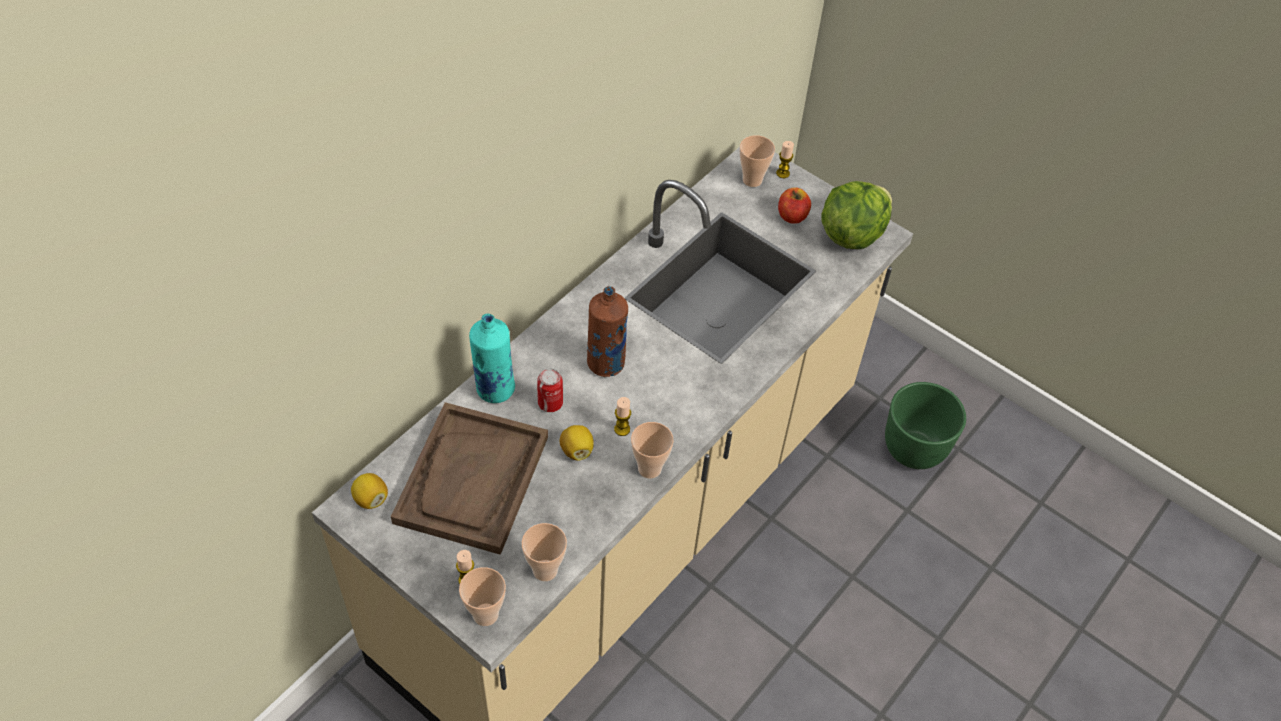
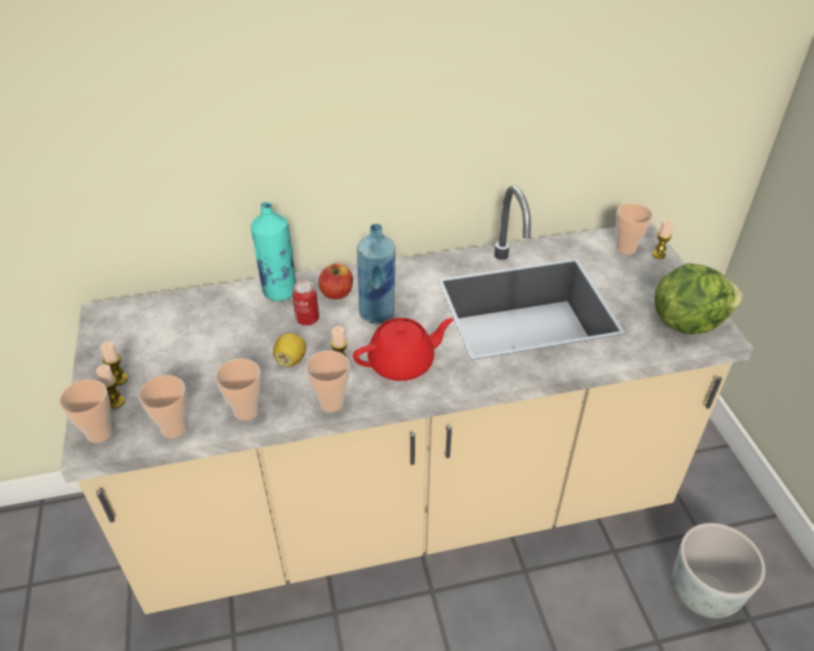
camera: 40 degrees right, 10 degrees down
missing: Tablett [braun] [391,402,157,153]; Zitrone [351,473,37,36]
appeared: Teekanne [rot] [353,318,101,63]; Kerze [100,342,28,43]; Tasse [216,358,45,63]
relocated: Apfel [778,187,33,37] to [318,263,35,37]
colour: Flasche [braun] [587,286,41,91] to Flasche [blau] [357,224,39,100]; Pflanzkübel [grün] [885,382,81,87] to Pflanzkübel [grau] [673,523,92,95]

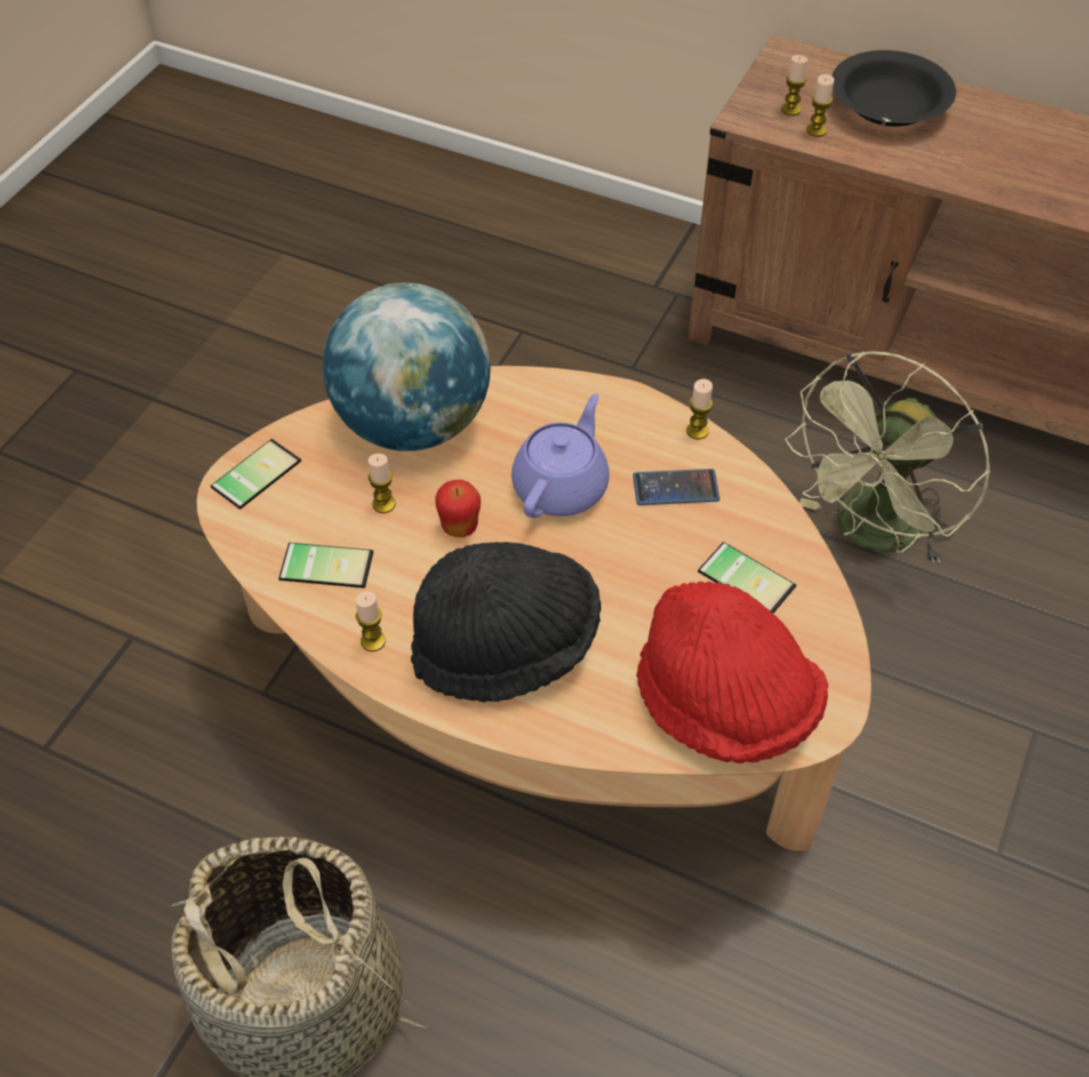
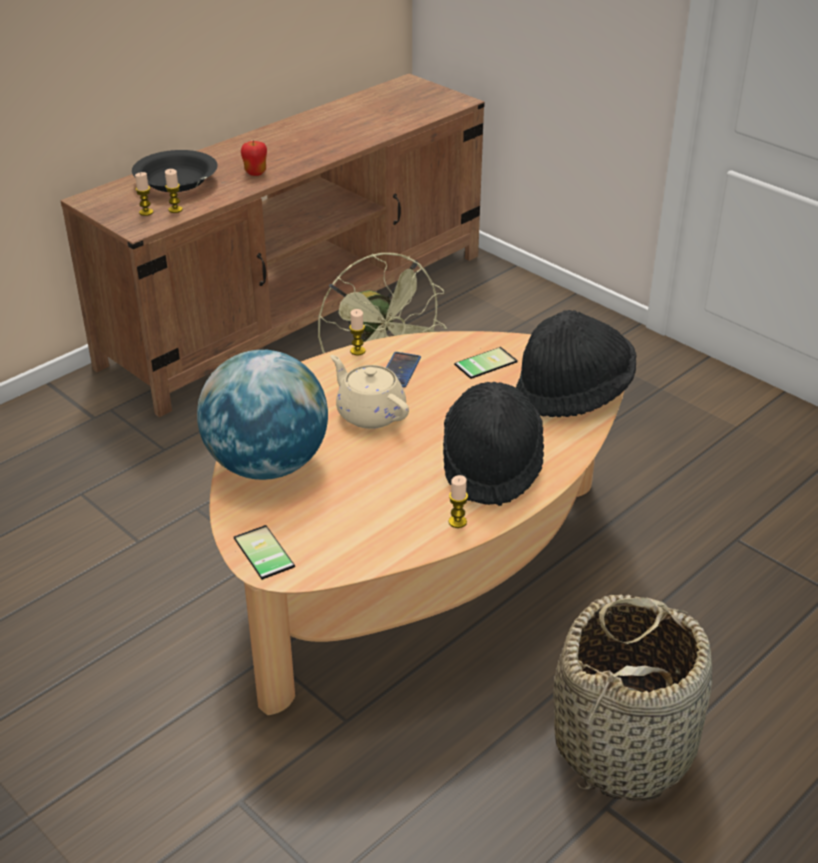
camera: 70 degrees left, 15 degrees down
missing: Kerze [368,453,28,60]; Handy [279,538,95,50]
relocated: Apfel [435,479,46,58] to [241,140,26,36]
colour: Teekanne [lila] [511,394,98,124] to Teekanne [beige] [330,355,79,74]; Hut [rot] [636,581,192,182] to Hut [schwarz] [516,310,120,107]

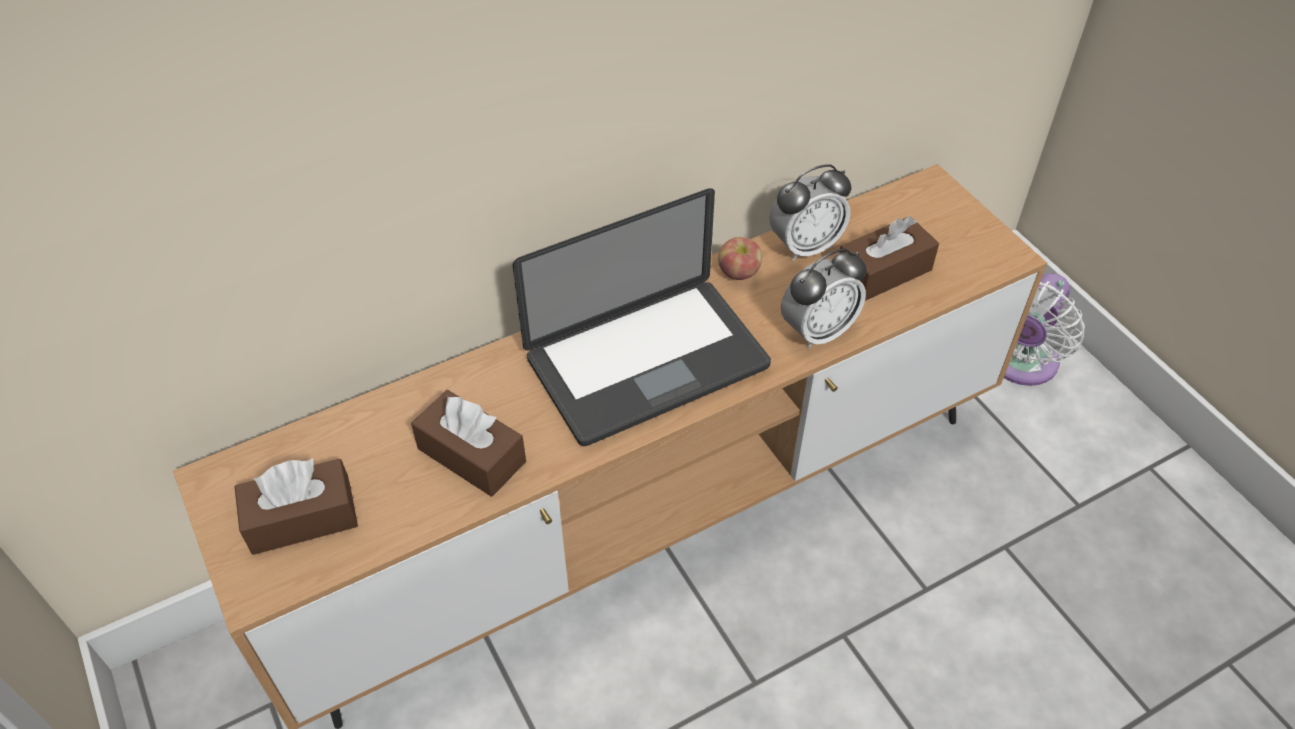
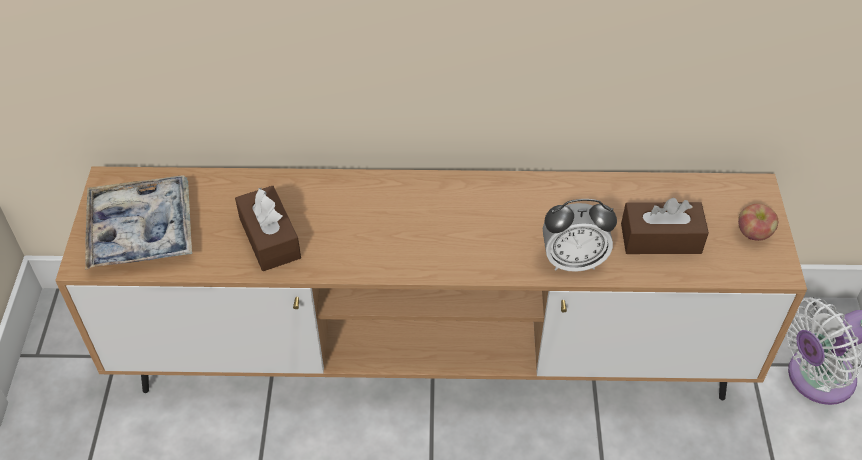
camera: 30 degrees right, 0 degrees up
missing: Wecker [770,164,82,97]; Laptop [513,188,258,258]
relocated: Apfel [718,237,44,43] to [738,203,40,38]
exchanged: Taschentuchbox [braun] [234,458,124,97] to Tablett [85,175,107,95]

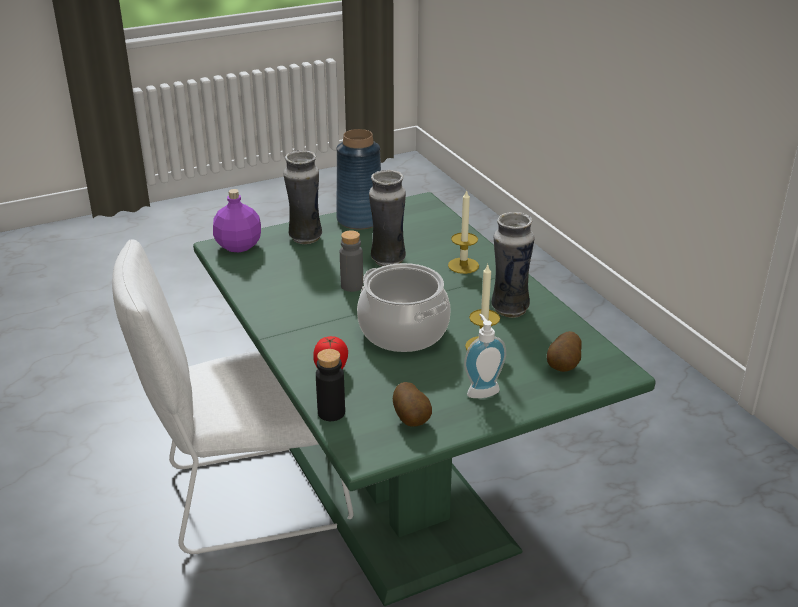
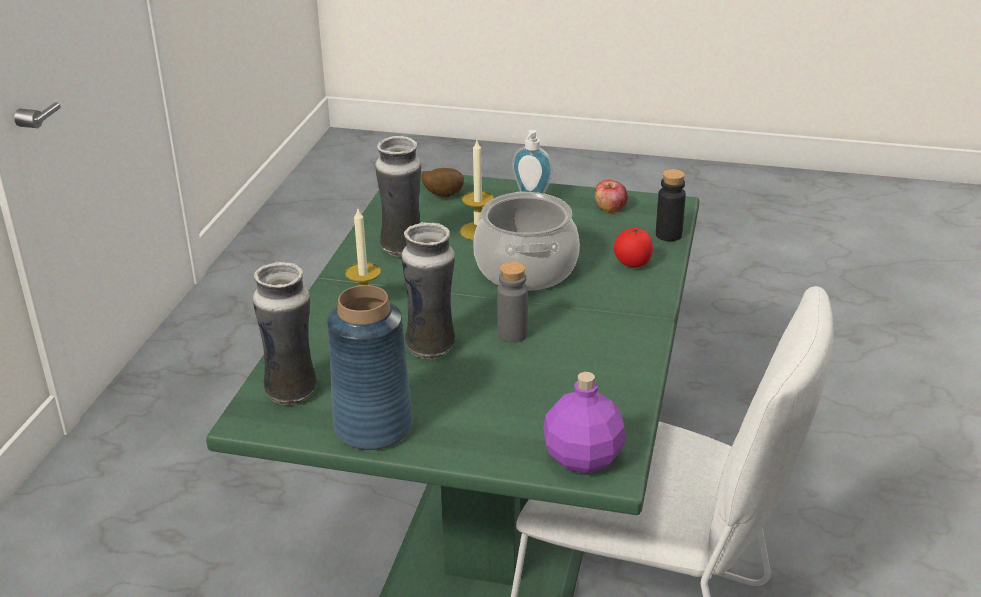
camera: 140 degrees left, 0 degrees up
relocated: Vase [284,150,38,94] to [253,262,64,143]
exchanged: Kartoffel [393,382,39,45] to Apfel [595,180,33,33]

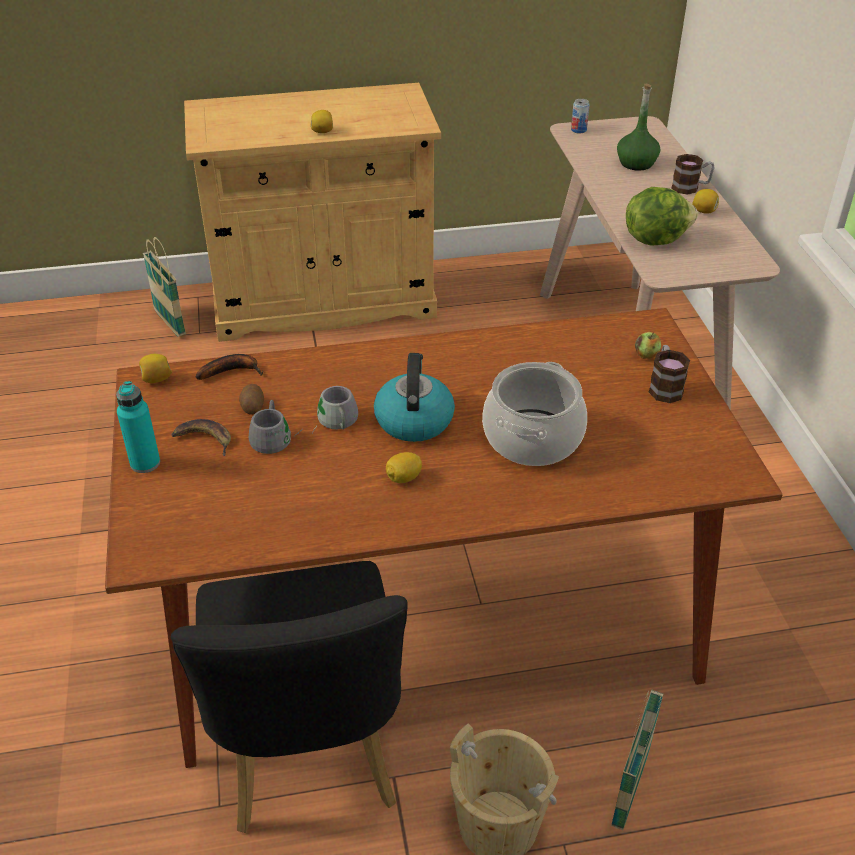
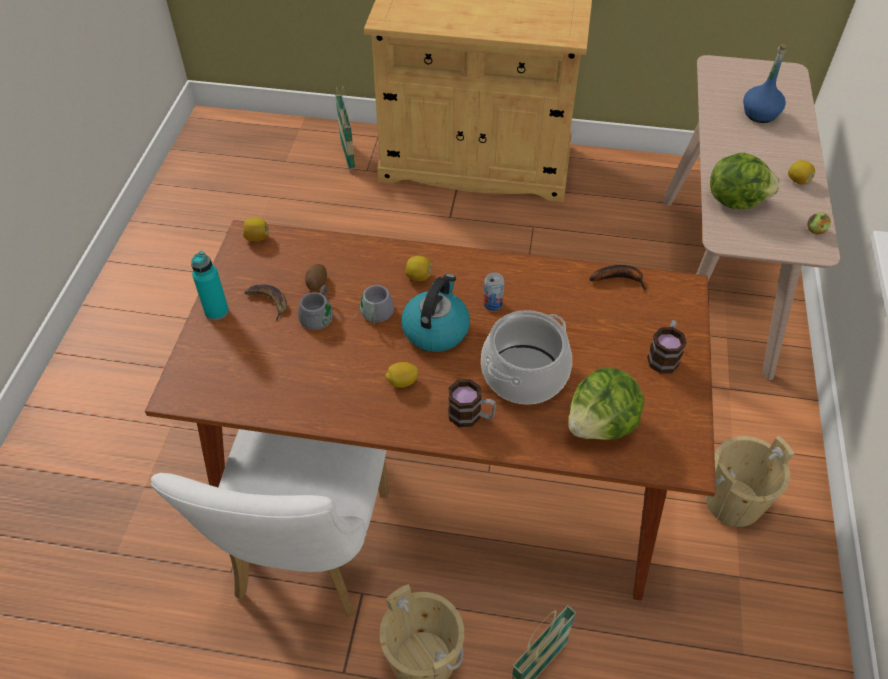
camera: 20 degrees right, 10 degrees up
appeared: Salatkopf [568,368,76,72]; Eimer [beige] [705,436,89,91]
relocated: Dose [571,99,19,35] to [483,272,21,39]; Zitrone [310,110,23,23] to [405,256,27,25]; Henkelbecher [671,154,43,41] to [448,379,48,48]; Apfel [635,332,26,27] to [807,212,24,22]; Banane [196,354,67,26] to [589,265,58,25]
colour: Flasche [grün] [617,84,43,86] to Flasche [blau] [743,44,44,79]; Stuhl [schwarz] [171,561,237,272] to Stuhl [weiß] [151,429,238,188]

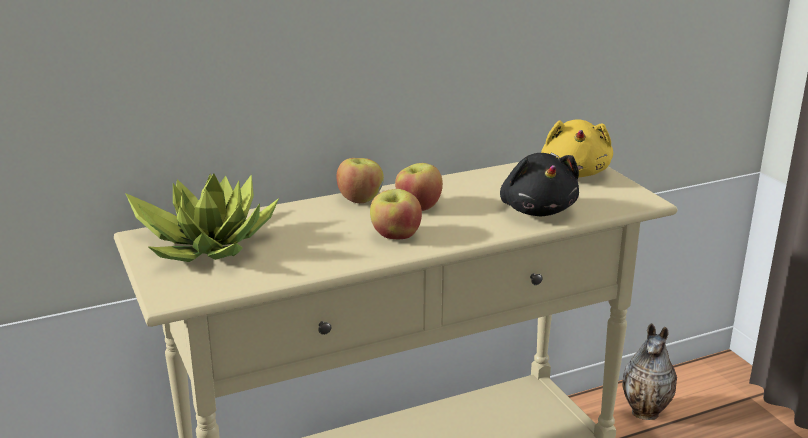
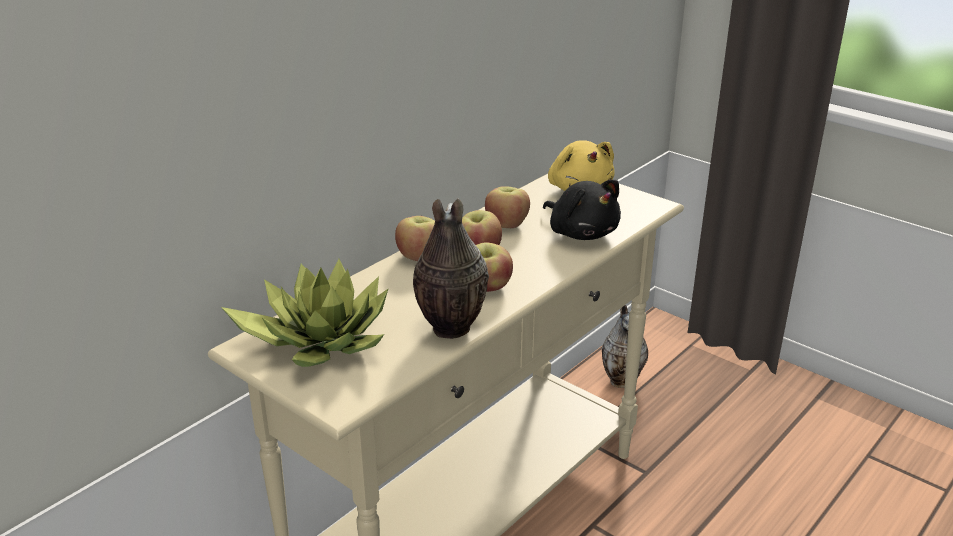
camera: 25 degrees left, 5 degrees up
appeared: Apfel [485,186,45,42]; Vase [413,198,76,141]

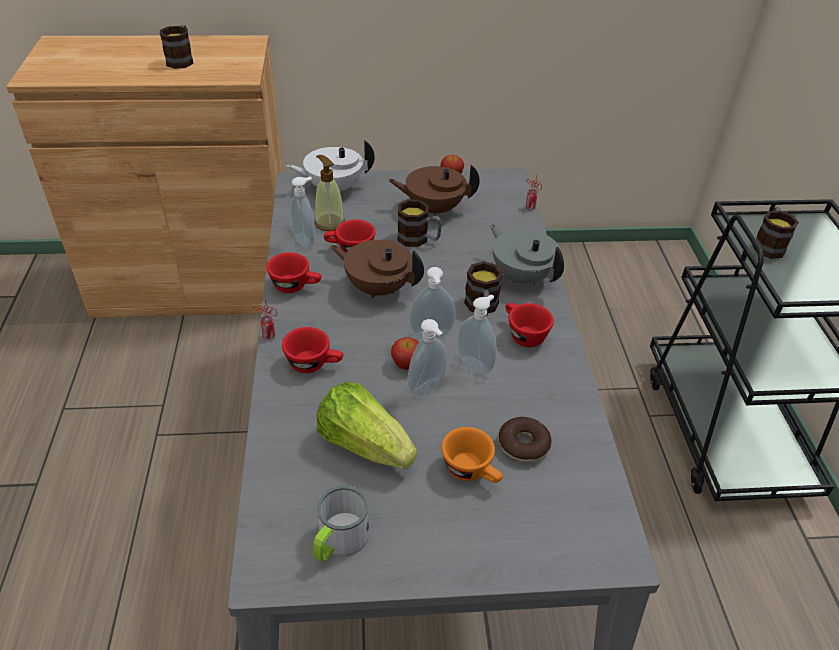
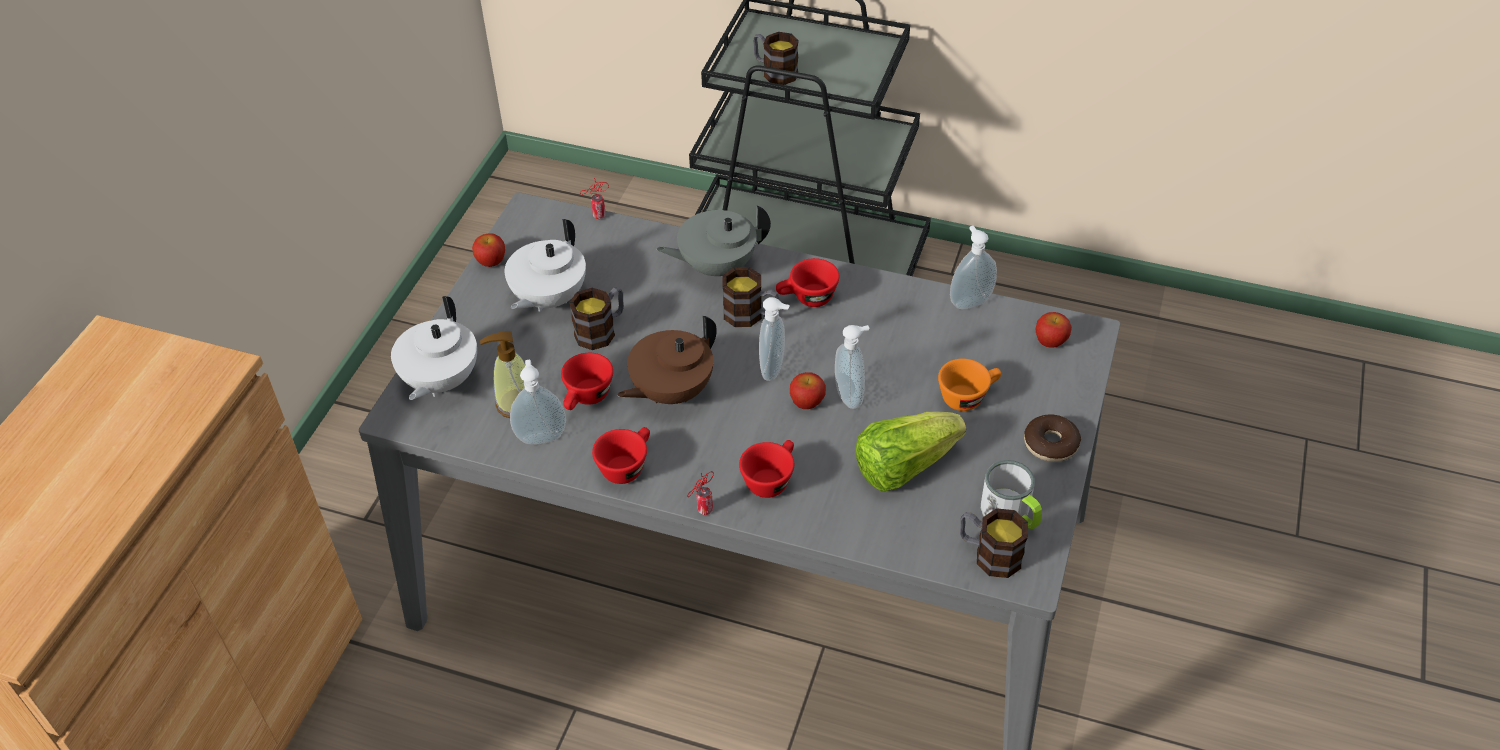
camera: 65 degrees left, 5 degrees up
appeared: Apfel [1035,312,37,36]
relocated: Henkelbecher [160,25,33,44] to [960,508,68,70]; Seifenspender [457,294,40,80] to [950,226,47,83]; Donut [498,417,54,46] to [1024,415,57,47]
colour: Teekanne [braun] [388,164,92,52] to Teekanne [weiß] [505,219,81,93]

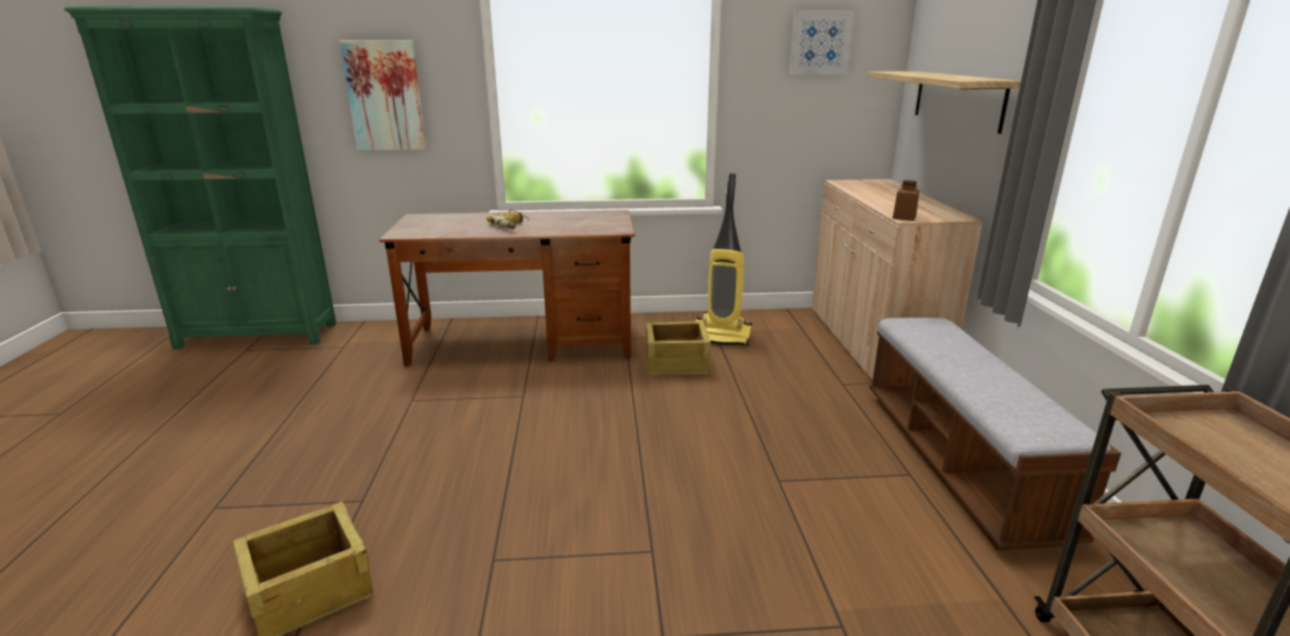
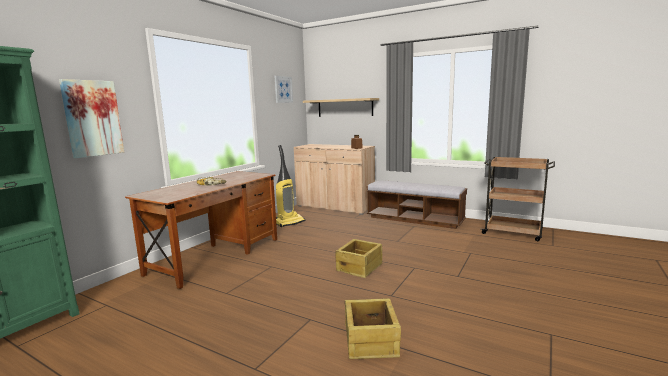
camera: 55 degrees left, 10 degrees down
relocated: Kiste [646,321,65,55] to [335,239,47,39]

